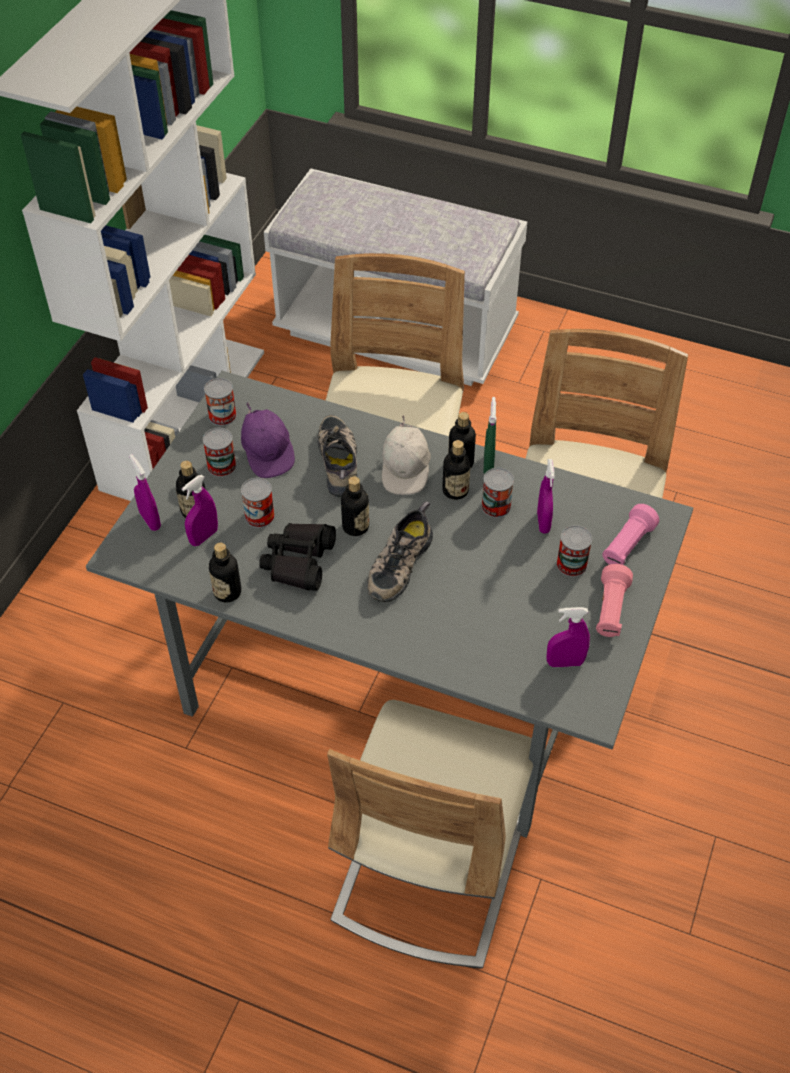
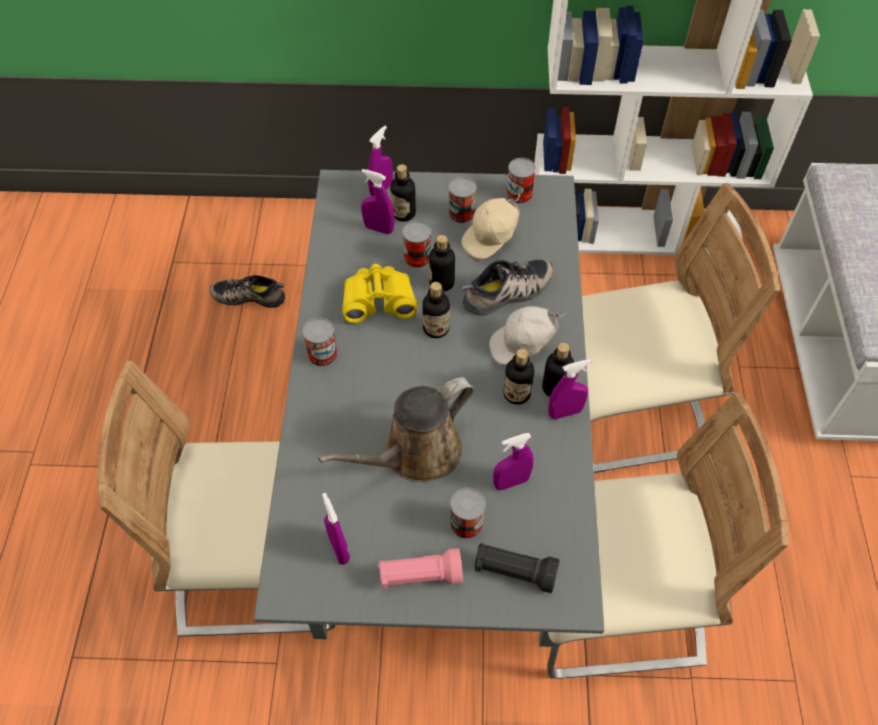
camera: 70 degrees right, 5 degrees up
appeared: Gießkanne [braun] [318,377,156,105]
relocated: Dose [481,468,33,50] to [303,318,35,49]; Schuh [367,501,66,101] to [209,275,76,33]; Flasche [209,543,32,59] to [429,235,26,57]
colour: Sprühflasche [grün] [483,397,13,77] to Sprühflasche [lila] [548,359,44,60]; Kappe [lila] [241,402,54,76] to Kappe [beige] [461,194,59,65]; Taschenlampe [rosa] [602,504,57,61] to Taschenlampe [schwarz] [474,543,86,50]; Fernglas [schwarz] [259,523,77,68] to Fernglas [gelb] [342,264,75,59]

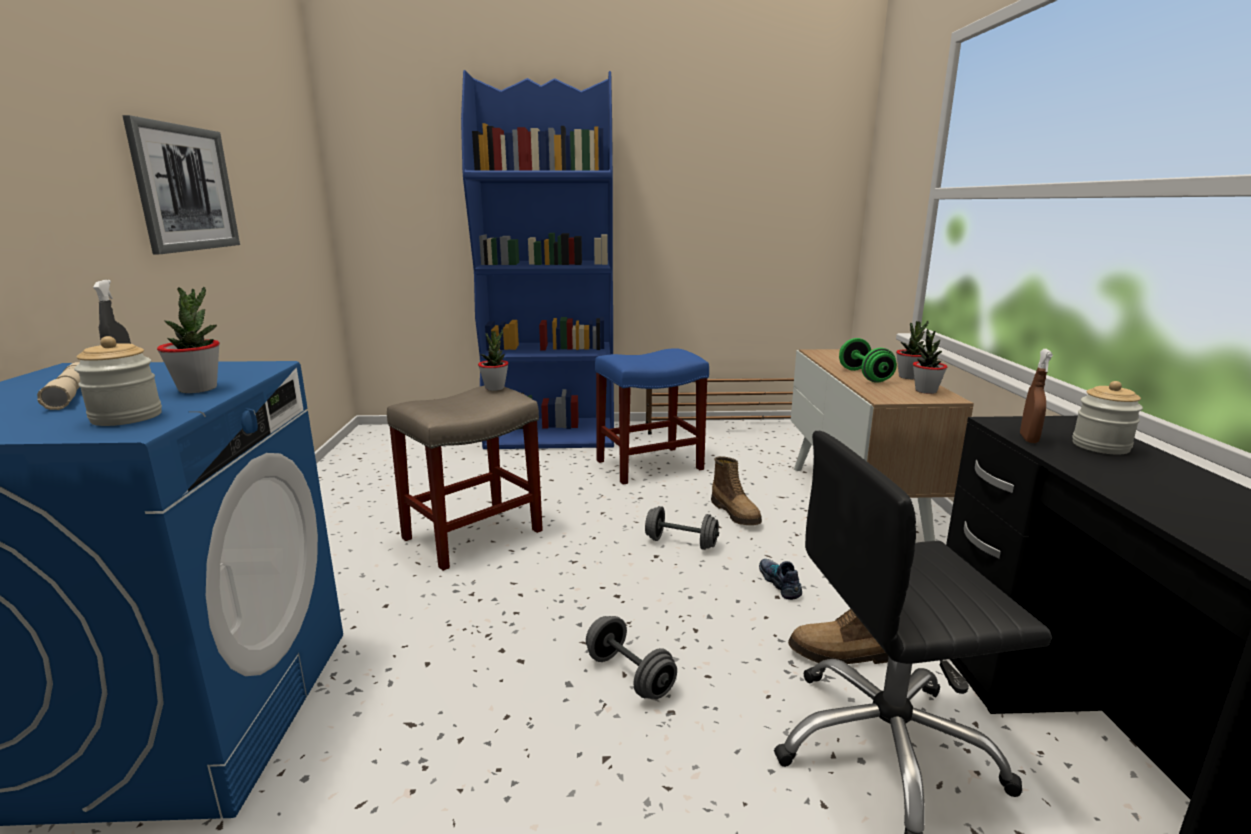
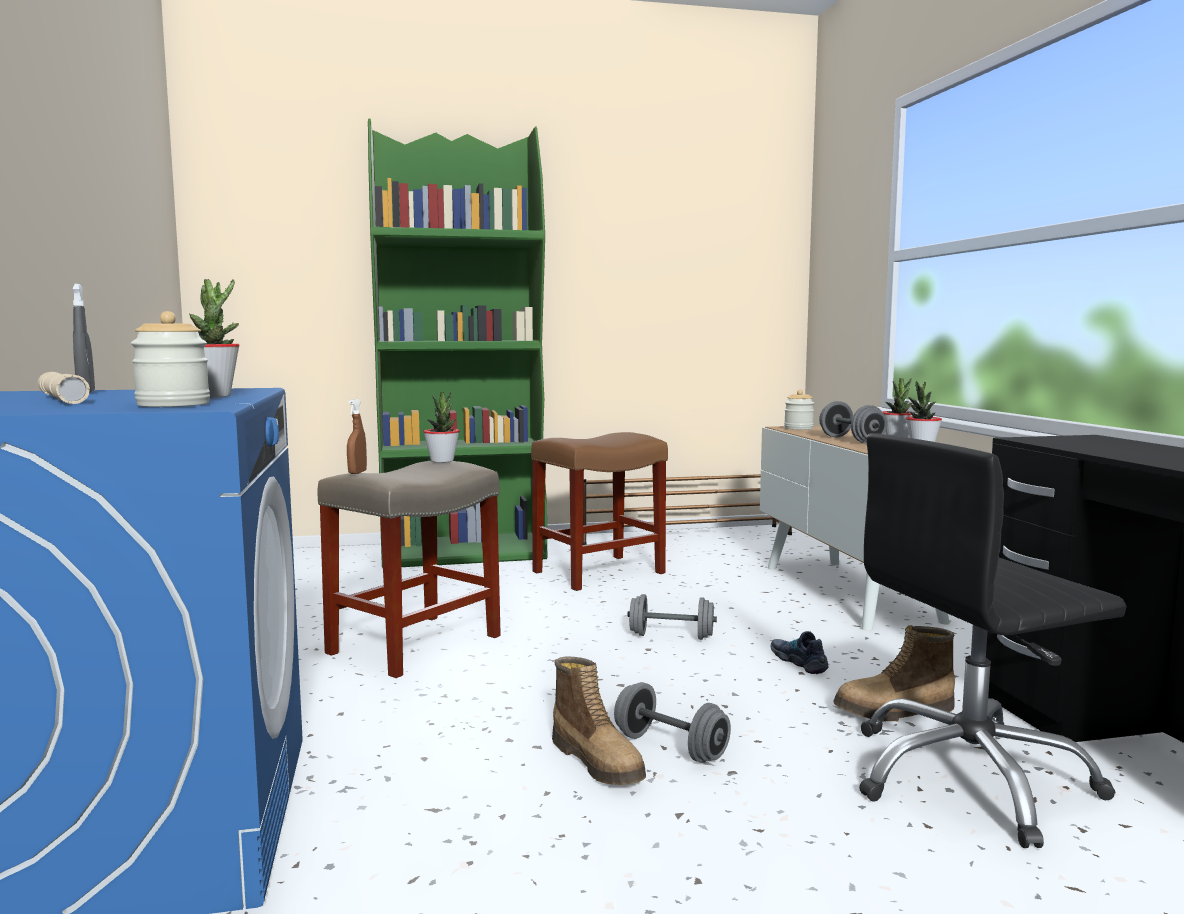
camera: 10 degrees left, 10 degrees down
missing: Bild [123,115,117,139]
relocated: Sprühflasche [braun] [1020,349,33,94] to [347,399,20,75]; Vorratsglas [1072,381,71,73] to [784,390,30,40]; Stiefel [711,456,51,69] to [552,657,94,128]
colour: Bücherregal [blau] [461,70,153,379] to Bücherregal [grün] [368,118,179,450]; Hantel [grün] [839,338,58,45] to Hantel [grau] [819,401,68,43]; Hocker [blau] [595,348,114,136] to Hocker [braun] [531,432,137,159]

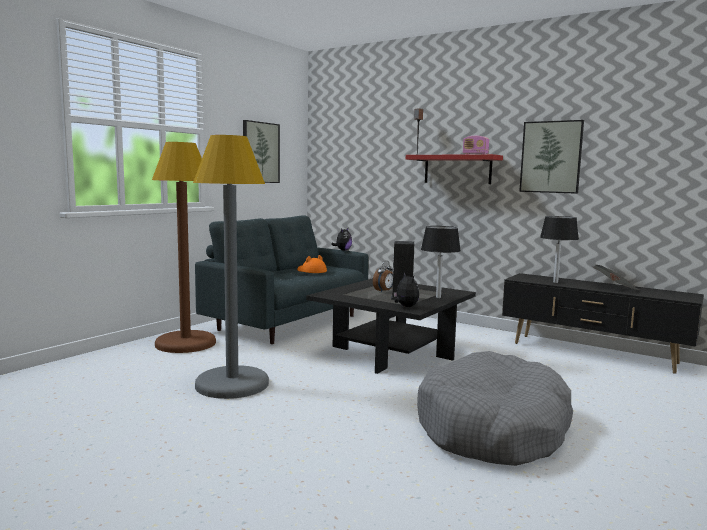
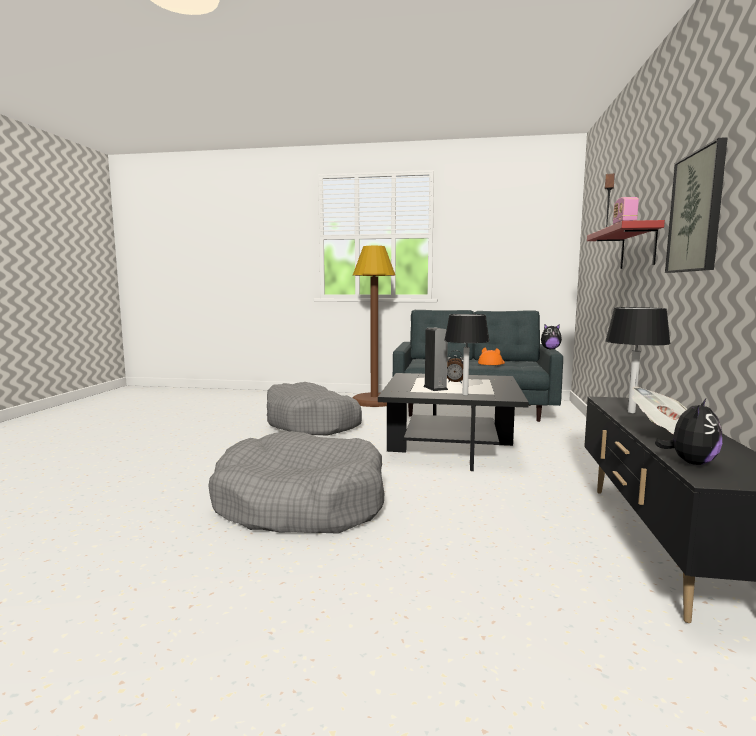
camera: 65 degrees right, 0 degrees up
missing: Bild [243,120,37,63]
relocated: Plüschtier [394,272,25,35] to [655,399,67,66]
exchanged: Stehlampe [grau] [193,135,76,264] to Hundebett [grau] [267,382,95,53]

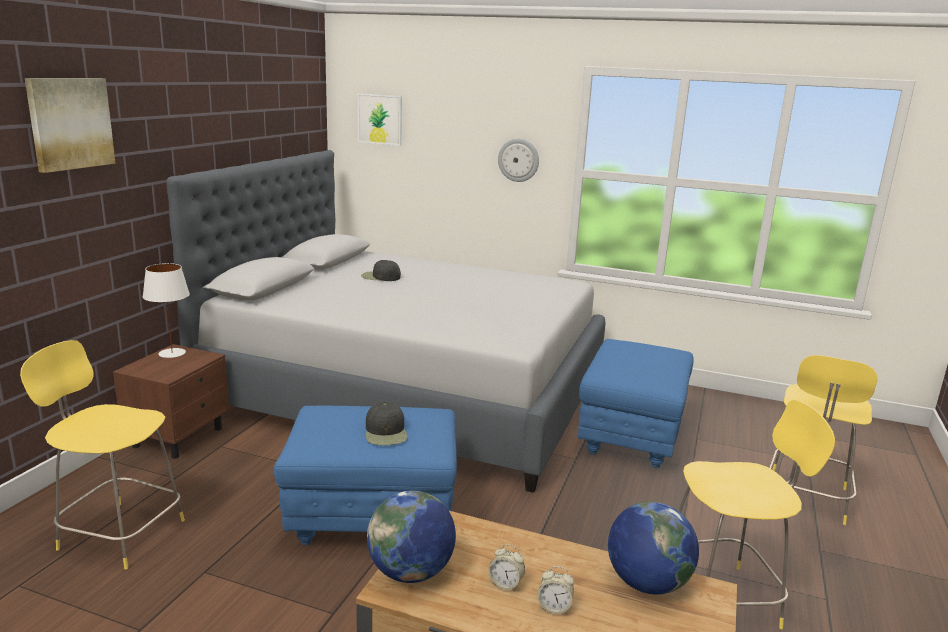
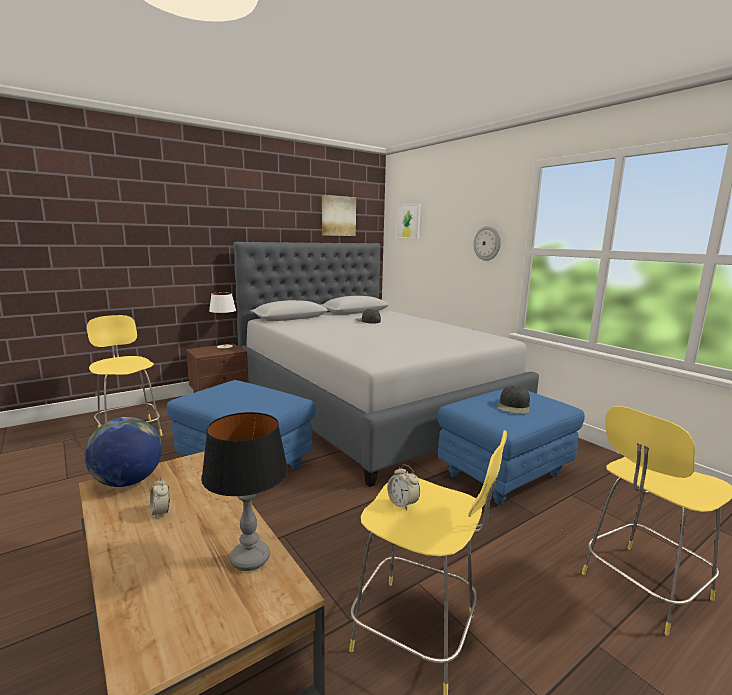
camera: 35 degrees right, 5 degrees down
relocated: Bild [25,78,91,95] to [322,195,34,41]; Kappe [schwarz] [366,402,41,43] to [498,386,32,28]; Wecker [537,566,37,49] to [387,464,33,47]
exchanged: Globus [608,502,91,93] to Tischlampe [201,412,87,159]

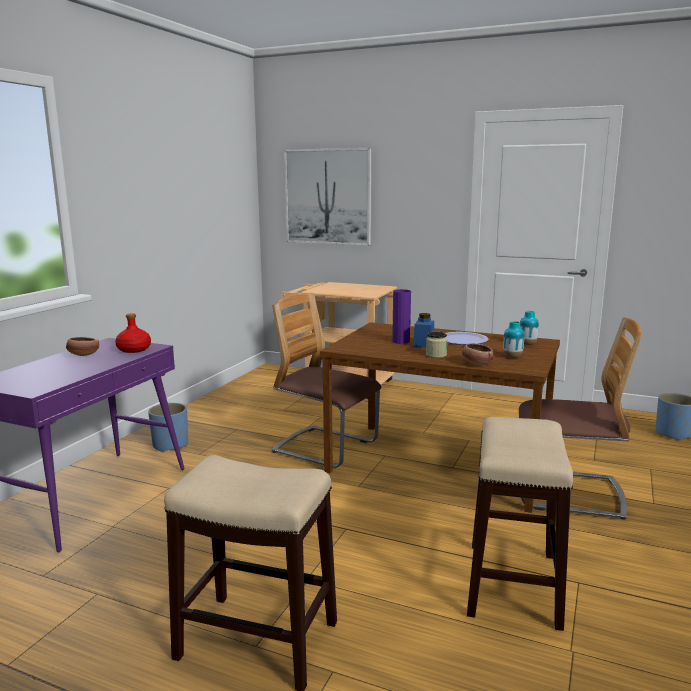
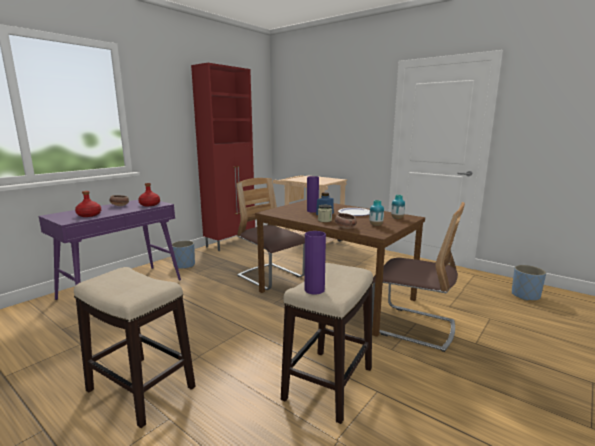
camera: 15 degrees right, 0 degrees up
missing: Bild [284,148,87,98]
appeared: Schrank [rot] [191,63,64,188]; Flasche [rot] [75,191,26,26]; Vase [lila] [305,231,21,64]

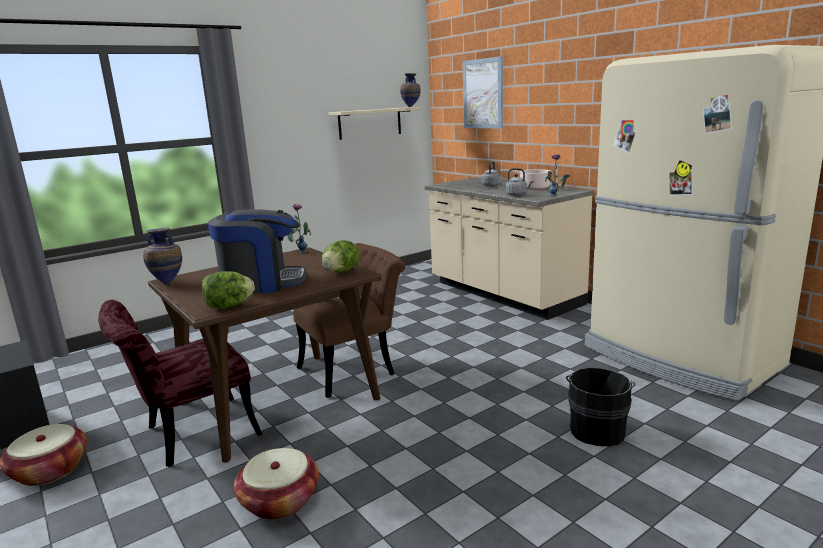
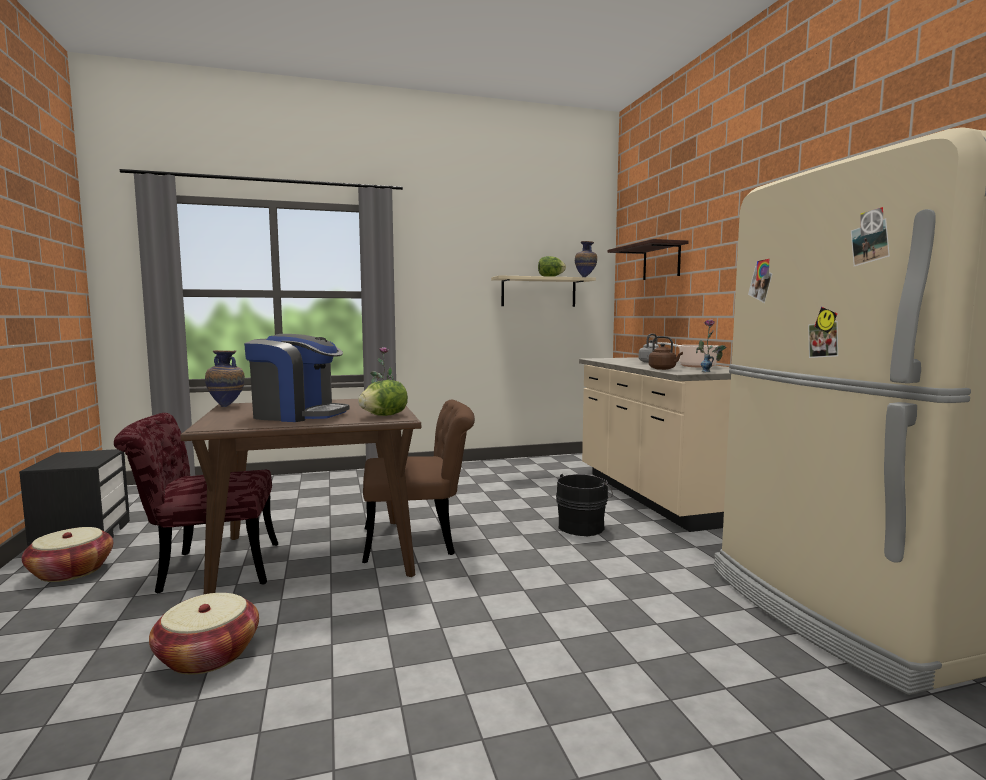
camera: 20 degrees right, 10 degrees down
relocated: Salatkopf [202,271,53,38] to [538,256,28,21]; Eimer [schwarz] [566,368,69,78] to [556,474,57,62]
exchanged: Bild [462,56,41,73] to Wandregal [608,239,81,41]
colour: Wasserkessel [grau] [505,168,29,28] to Wasserkessel [braun] [649,336,34,34]

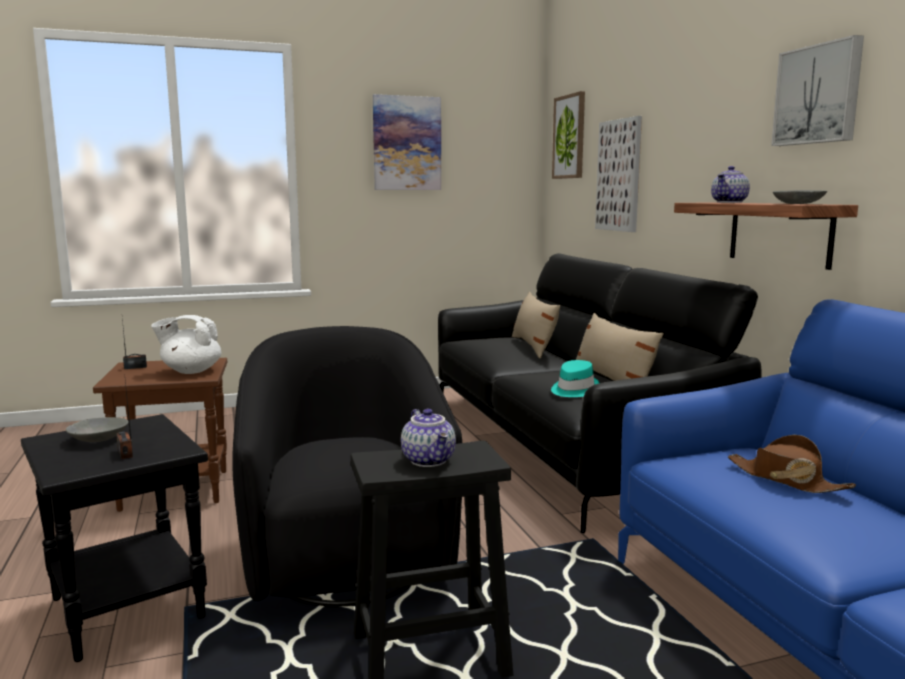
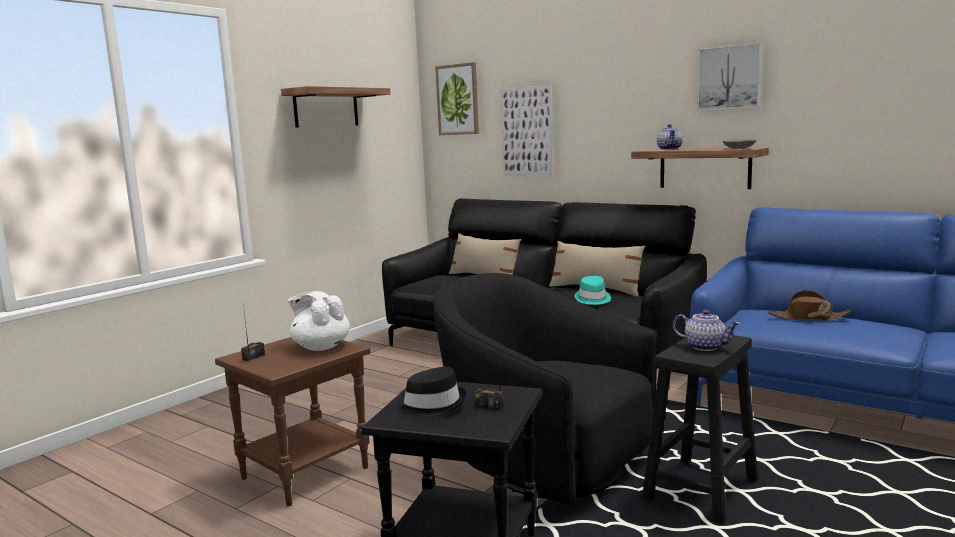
camera: 35 degrees left, 0 degrees up
exchanged: Bild [373,94,68,96] to Wandregal [281,86,109,42]; Schüssel [grau] [66,417,62,25] to Hut [schwarz] [395,367,71,51]
spun: Teekanne [weiß] [151,315,70,59] = [288,291,62,60] 75 degrees clockwise

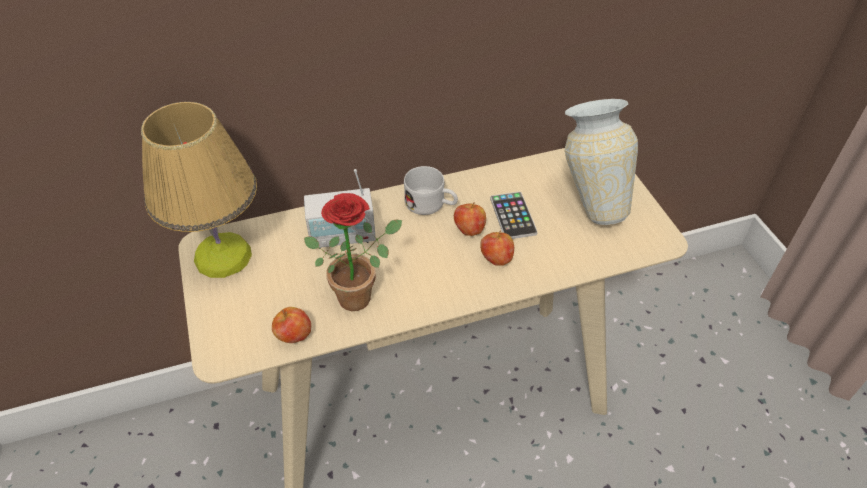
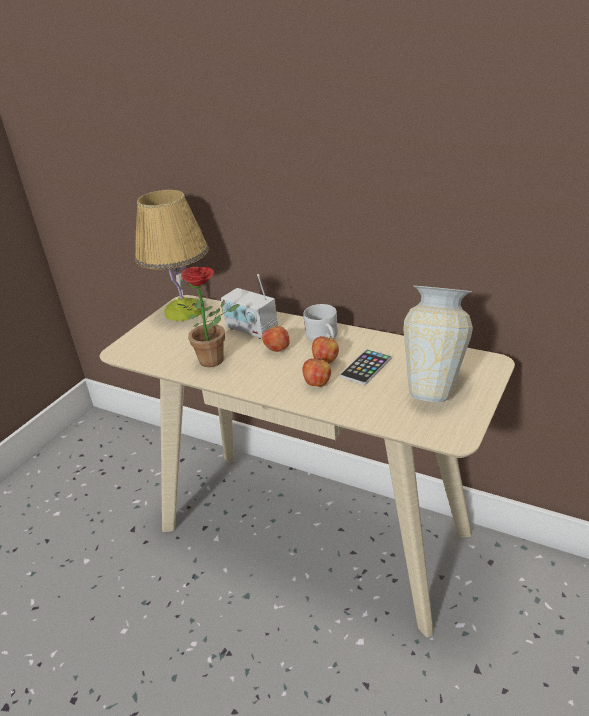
camera: 50 degrees right, 15 degrees down
relocated: Apfel [272,307,39,36] to [262,324,27,28]

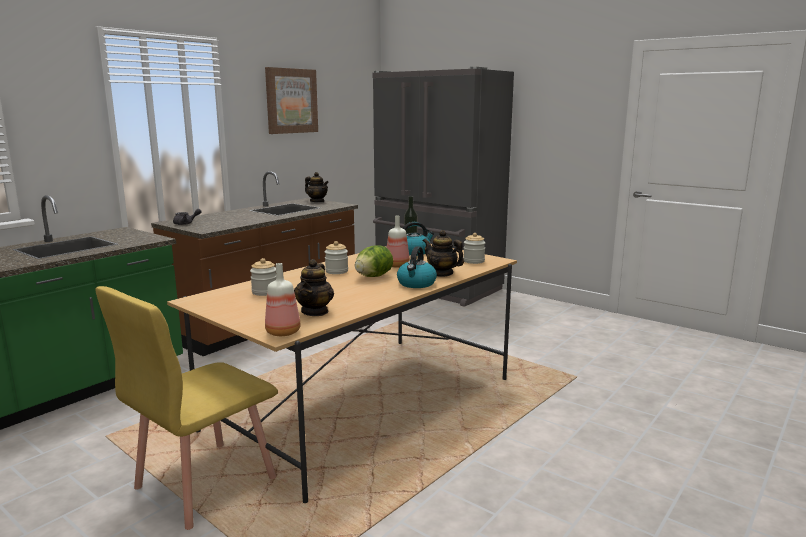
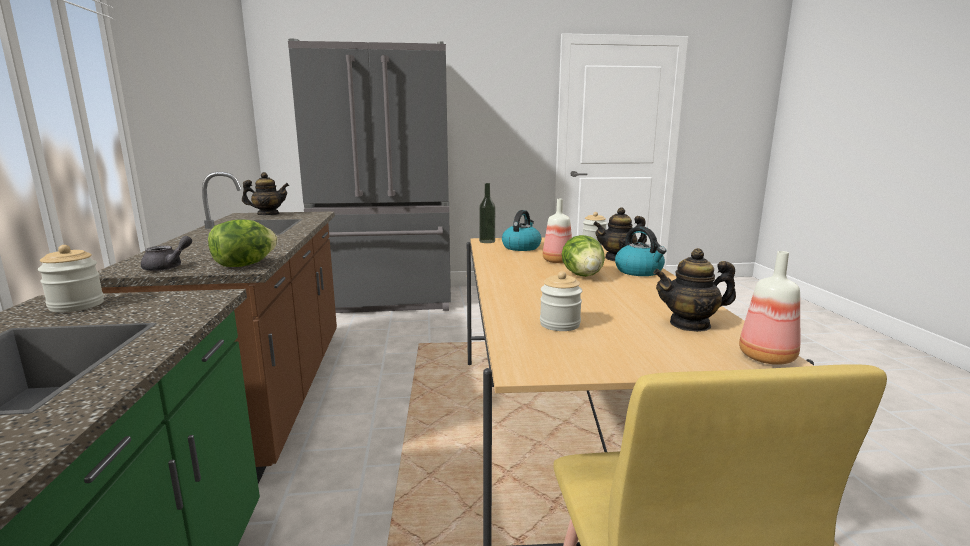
camera: 45 degrees left, 0 degrees up
missing: Bild [265,67,53,67]
appeared: Salatkopf [208,219,70,48]
relocated: Vorratsglas [325,241,23,33] to [38,245,66,67]
spun: Teekanne [294,259,40,57] = [653,248,83,84] 120 degrees clockwise

